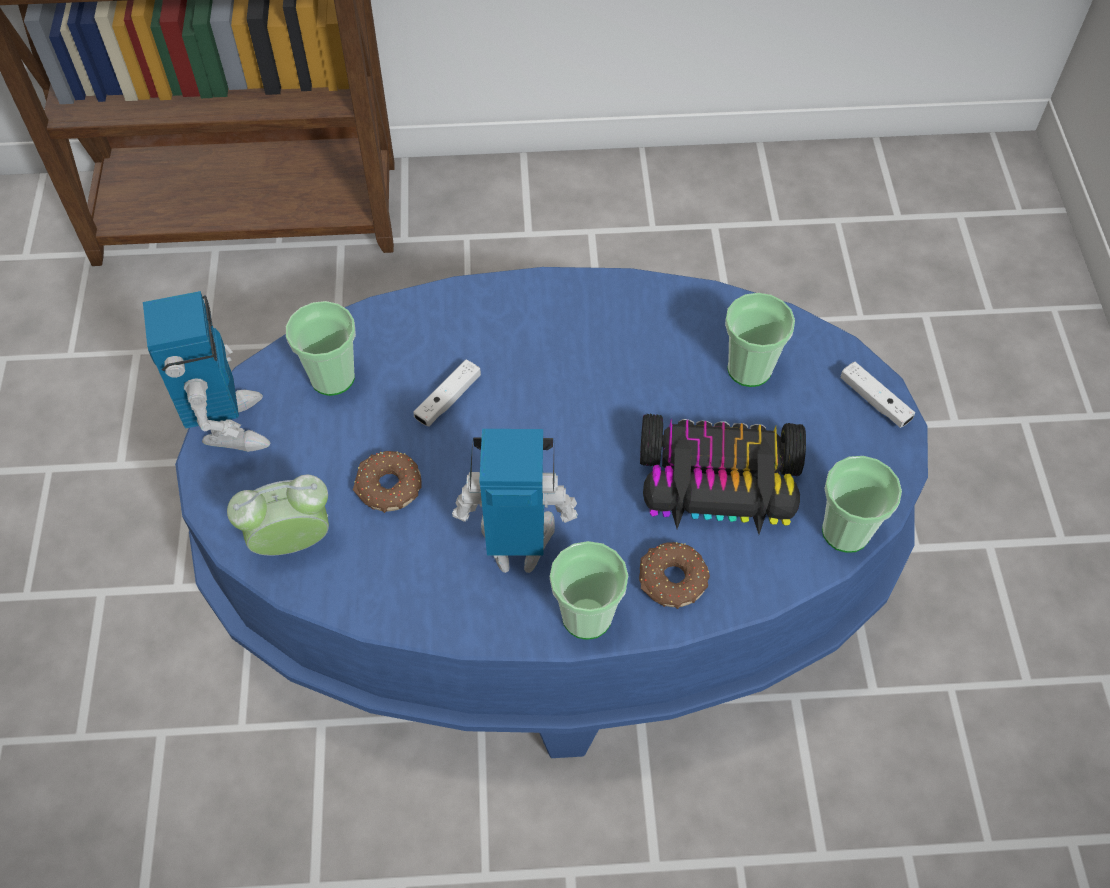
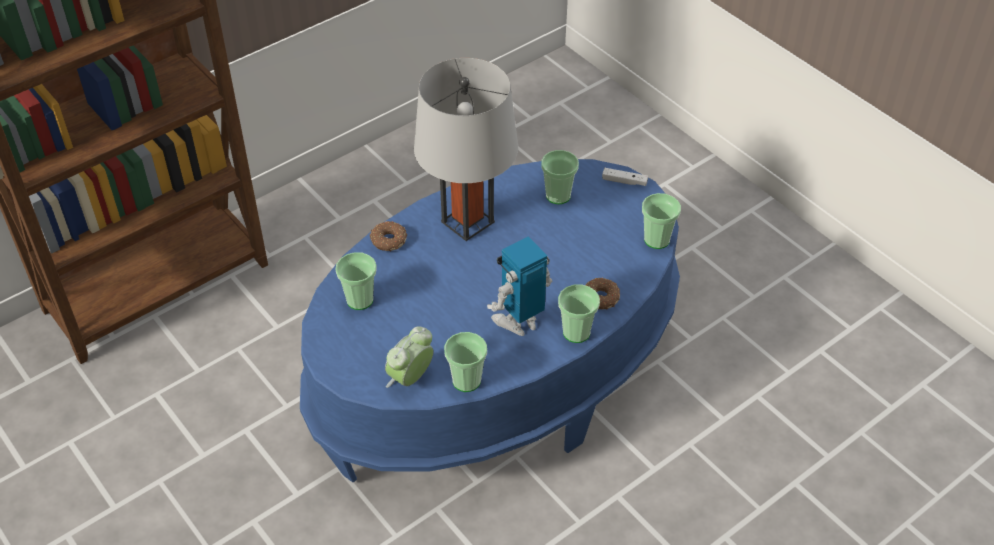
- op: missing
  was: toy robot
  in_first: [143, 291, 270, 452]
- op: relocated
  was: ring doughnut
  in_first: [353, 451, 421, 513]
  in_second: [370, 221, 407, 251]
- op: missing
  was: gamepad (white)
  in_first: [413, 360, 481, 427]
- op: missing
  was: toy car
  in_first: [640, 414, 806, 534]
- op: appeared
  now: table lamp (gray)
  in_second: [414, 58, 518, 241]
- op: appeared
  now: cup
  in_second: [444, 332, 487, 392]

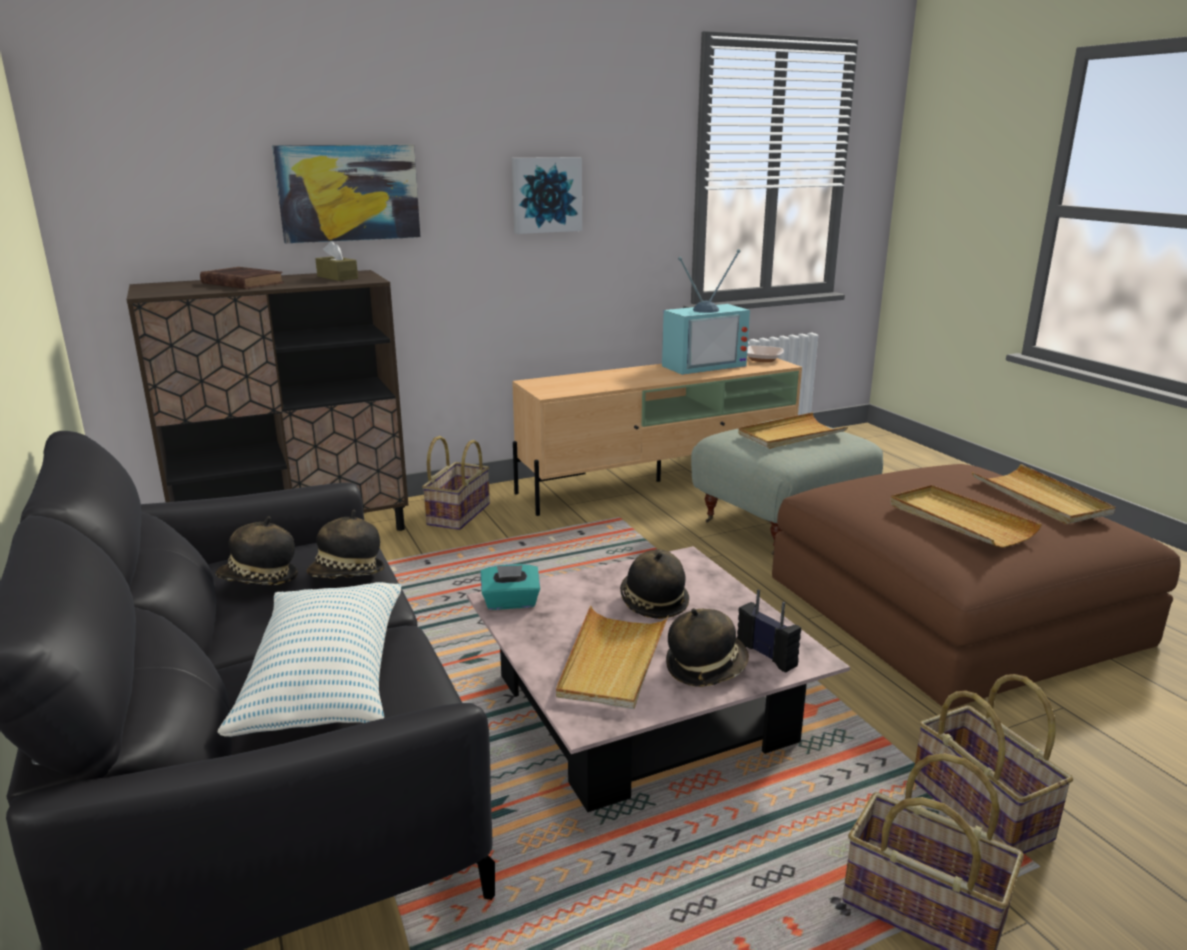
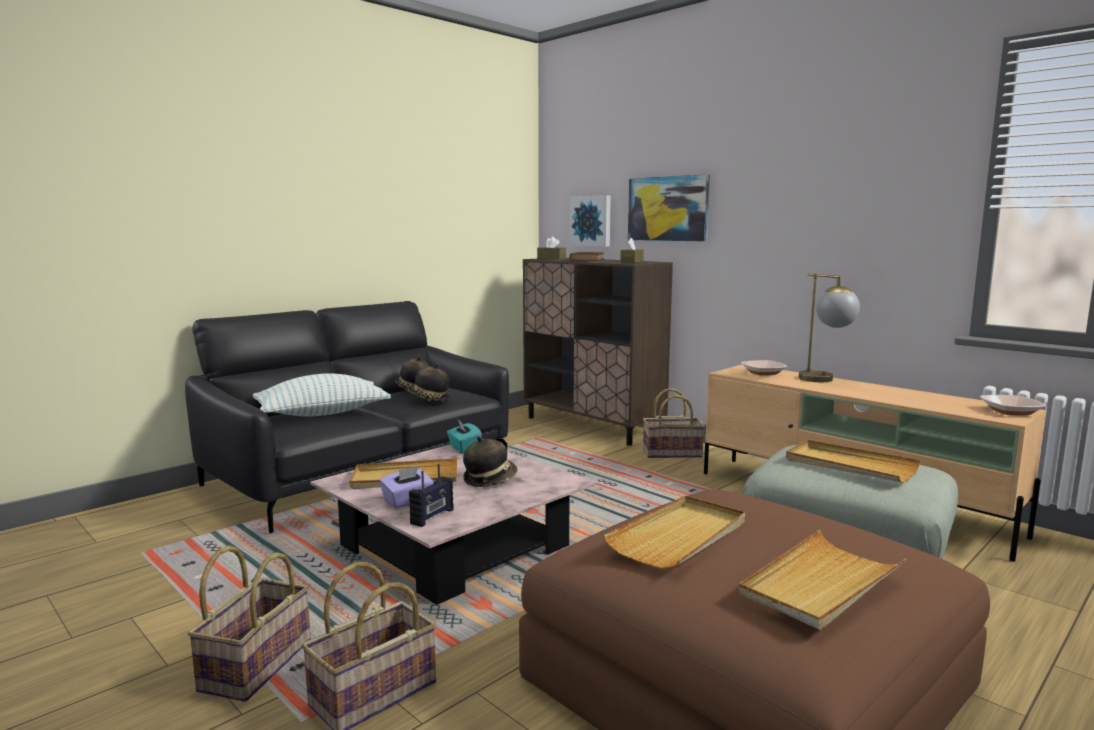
- op: relocated
  was: picture
  in_first: [512, 157, 582, 234]
  in_second: [570, 195, 611, 247]
- op: missing
  was: television
  in_first: [662, 249, 750, 375]
- op: exchanged
  was: wearable hat
  now: tissue box (purple)
  in_first: [666, 608, 749, 687]
  in_second: [380, 466, 434, 508]
- op: appeared
  now: tissue box (brownish)
  in_second: [537, 236, 566, 260]
- op: appeared
  now: deep dish
  in_second: [741, 360, 787, 376]
- op: appeared
  now: table lamp
  in_second: [799, 273, 860, 382]

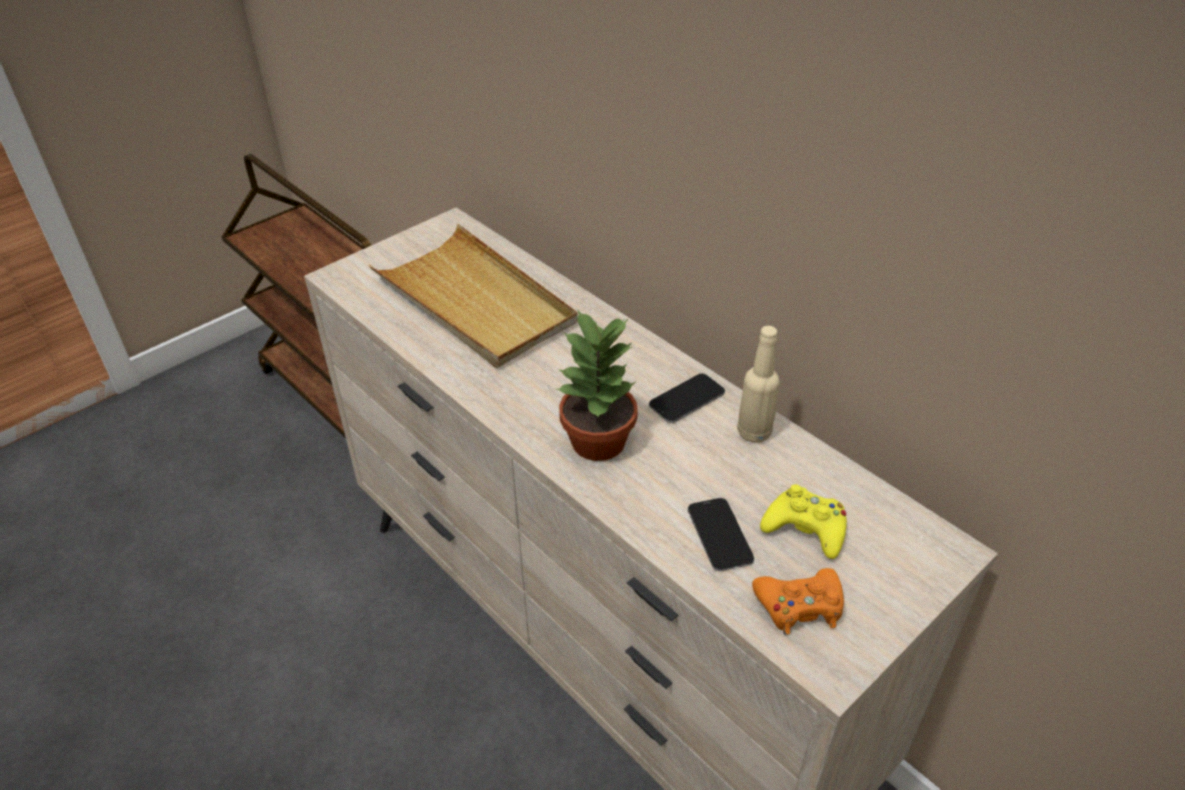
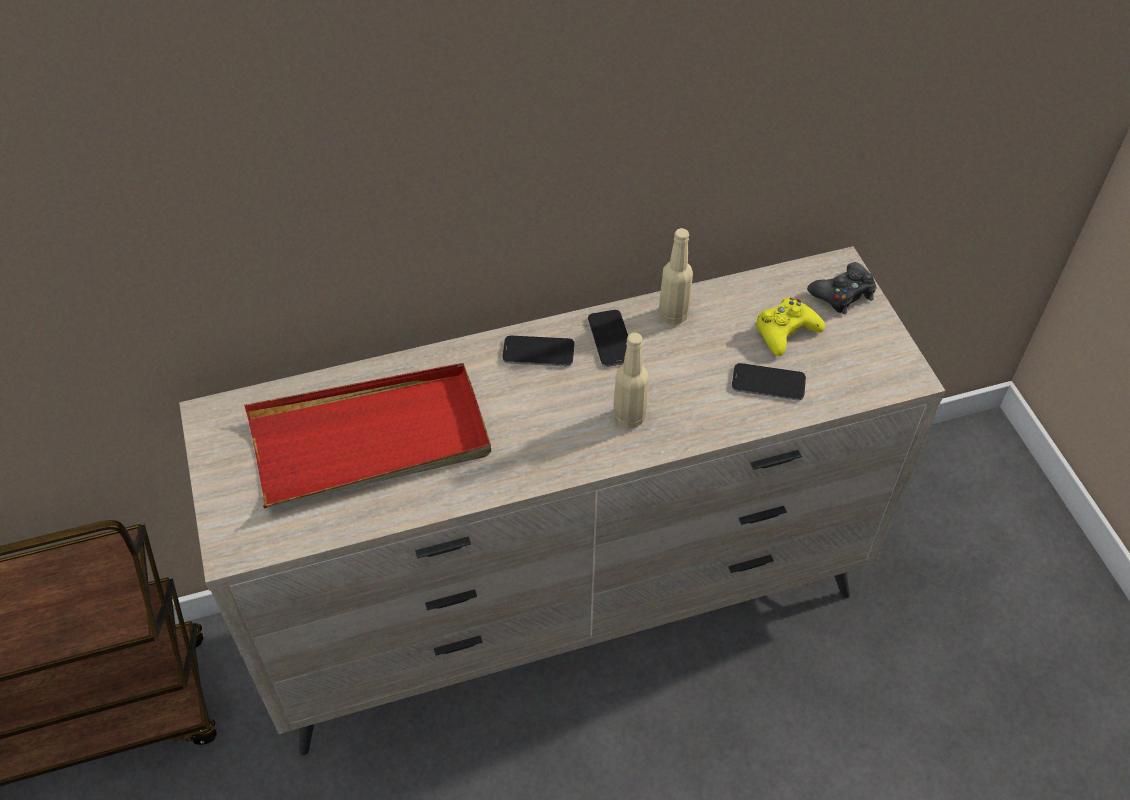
- op: colour
  was: carrying tray (beige)
  now: carrying tray (reddish)
  in_first: [369, 224, 578, 368]
  in_second: [244, 363, 491, 508]
- op: exchanged
  was: houseplant
  now: drink bottle (beige)
  in_first: [556, 310, 638, 461]
  in_second: [613, 333, 648, 428]
- op: missing
  was: gamepad (orange)
  in_first: [752, 568, 844, 635]
- op: appeared
  now: phone
  in_second: [502, 336, 574, 366]
- op: appeared
  now: gamepad (black-coloured)
  in_second: [807, 262, 876, 314]

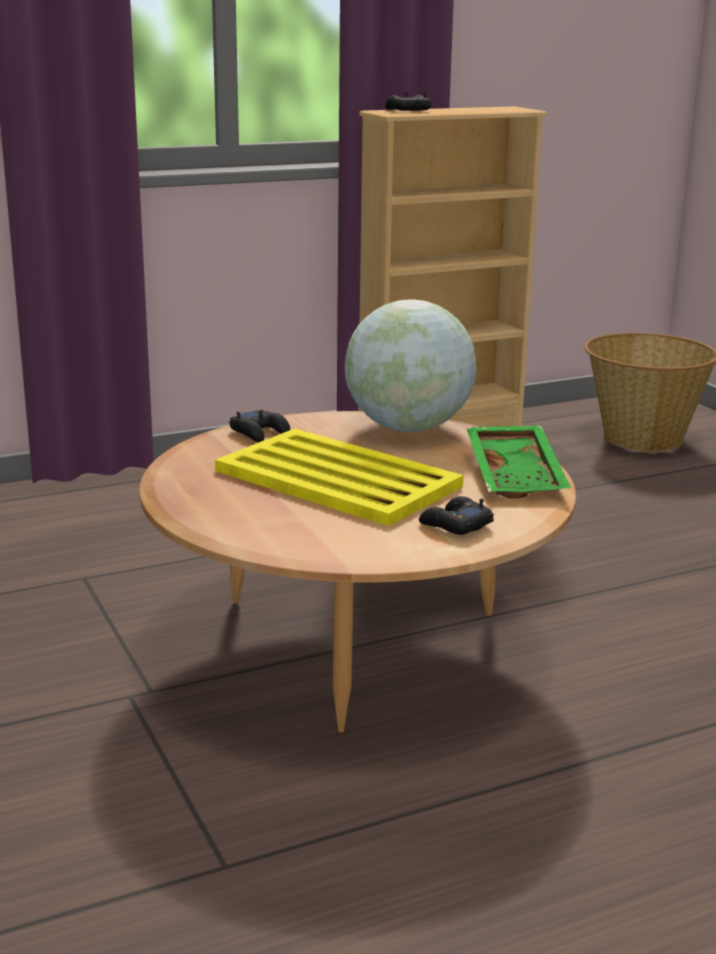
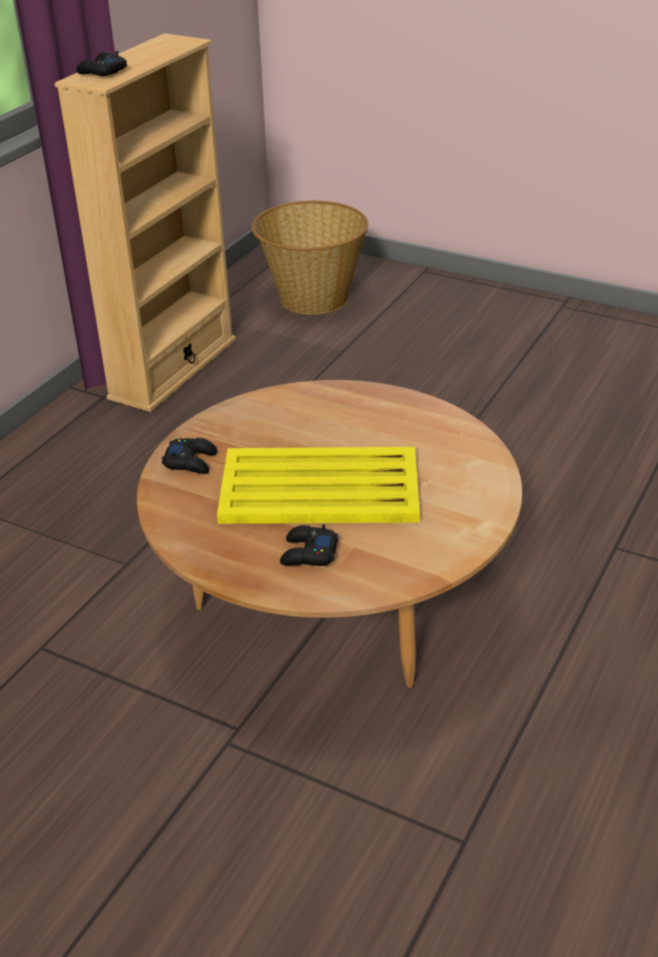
- op: missing
  was: globe
  in_first: [345, 299, 476, 432]
- op: relocated
  was: gamepad (black-coloured)
  in_first: [419, 496, 494, 535]
  in_second: [280, 524, 338, 566]
- op: missing
  was: carrying tray (greenish)
  in_first: [466, 425, 571, 499]

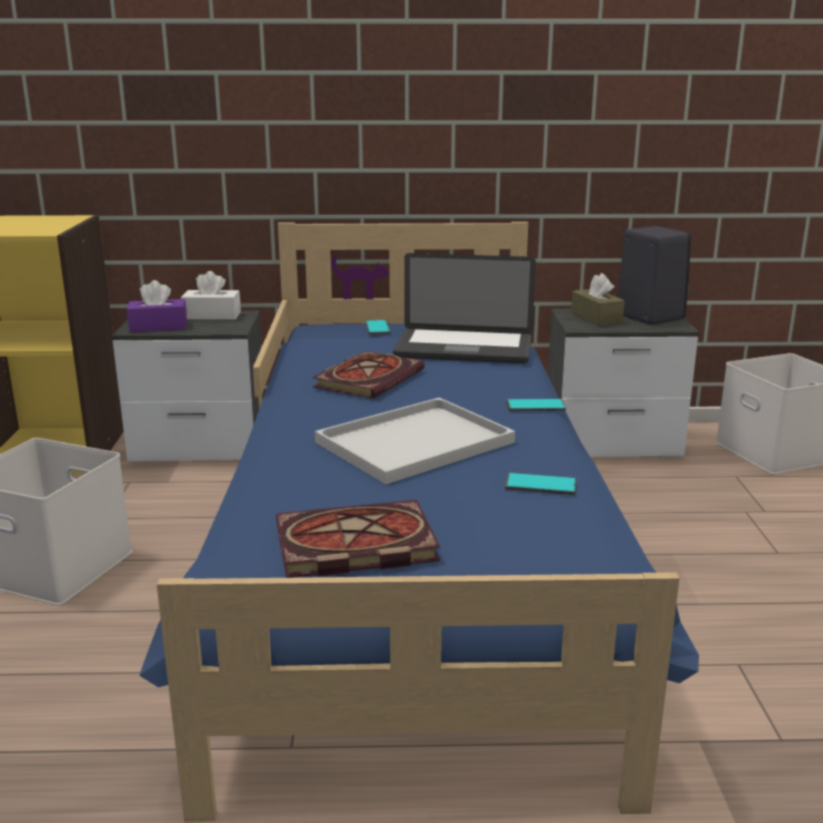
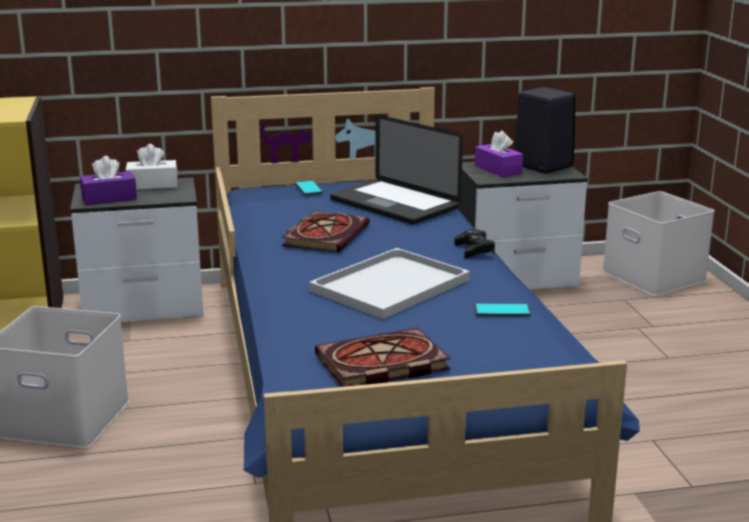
- op: spun
  was: portable computer
  in_first: [393, 253, 536, 364]
  in_second: [330, 115, 463, 224]
  clockwise: 45
- op: exchanged
  was: phone
  now: gamepad (black-coloured)
  in_first: [506, 399, 566, 411]
  in_second: [454, 229, 495, 258]
- op: colour
  was: tissue box (brownish)
  now: tissue box (purple)
  in_first: [571, 273, 625, 326]
  in_second: [475, 130, 523, 177]

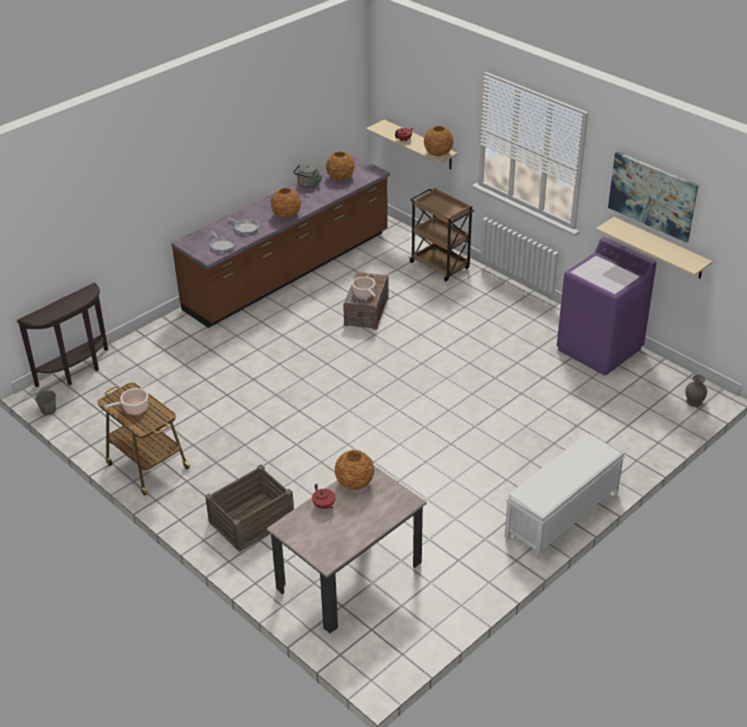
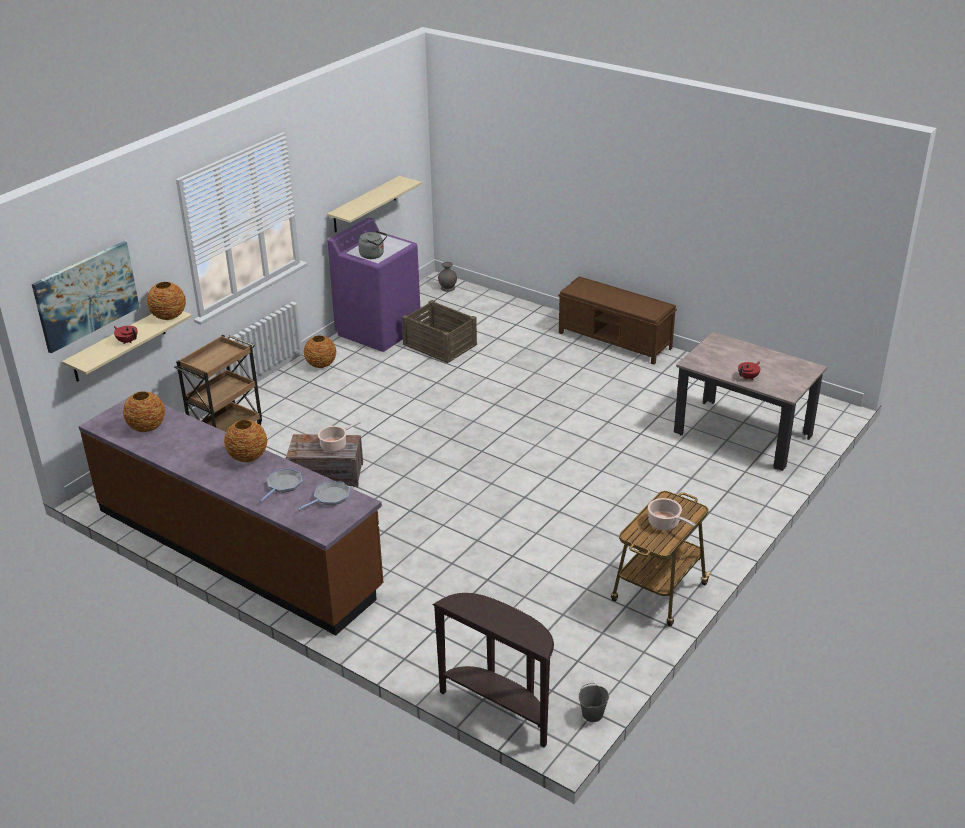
- op: relocated
  was: shipping crate
  in_first: [205, 464, 294, 552]
  in_second: [402, 300, 477, 363]
- op: relocated
  was: kettle (gray)
  in_first: [293, 164, 322, 188]
  in_second: [358, 230, 387, 259]
- op: relocated
  was: vase
  in_first: [335, 450, 374, 490]
  in_second: [304, 335, 337, 368]
- op: colour
  was: bench (white)
  now: bench (brownish)
  in_first: [504, 433, 625, 560]
  in_second: [558, 276, 677, 365]
- op: relocated
  was: picture
  in_first: [608, 152, 699, 243]
  in_second: [32, 241, 140, 353]

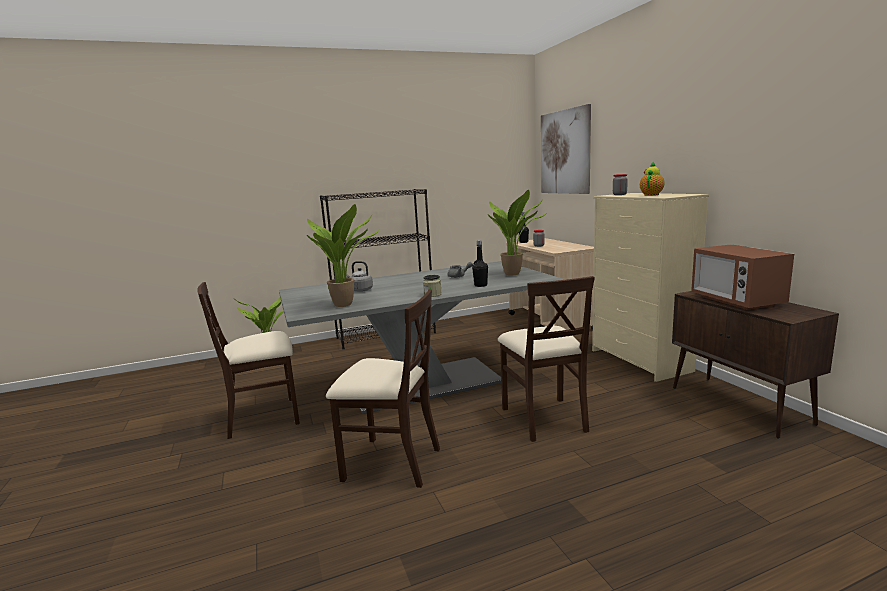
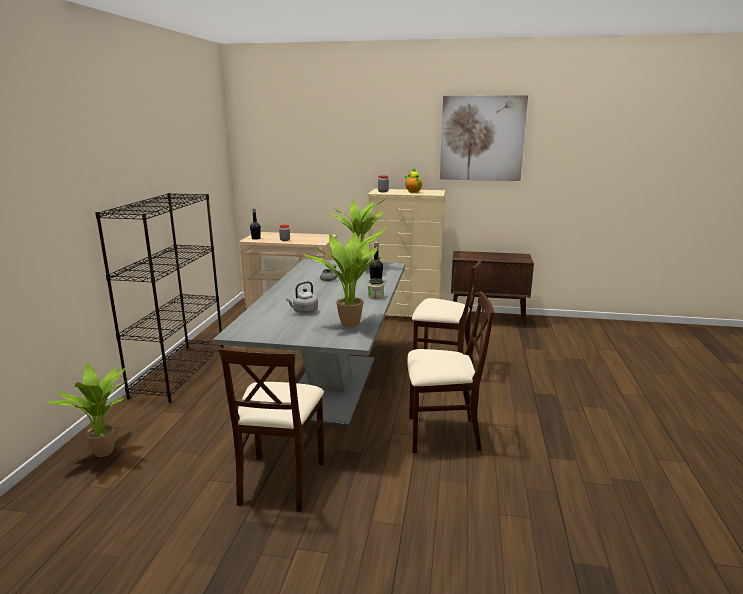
- op: spun
  was: plain chair (beige)
  in_first: [326, 289, 440, 488]
  in_second: [407, 292, 494, 453]
  clockwise: 45
- op: relocated
  was: picture
  in_first: [541, 104, 591, 194]
  in_second: [440, 95, 528, 181]
- op: missing
  was: kitchen microwave
  in_first: [691, 244, 794, 310]

